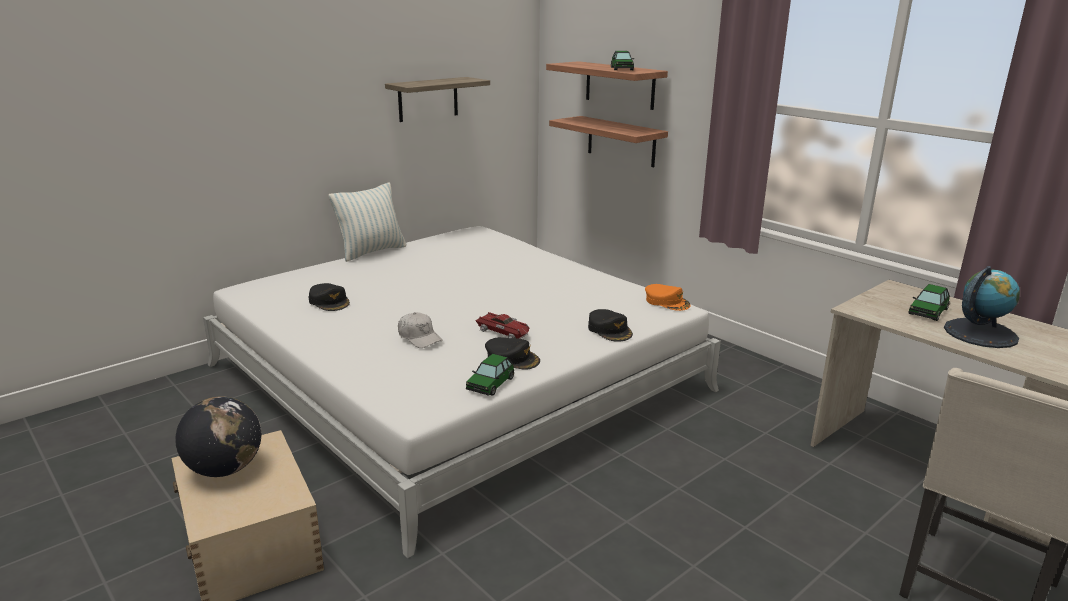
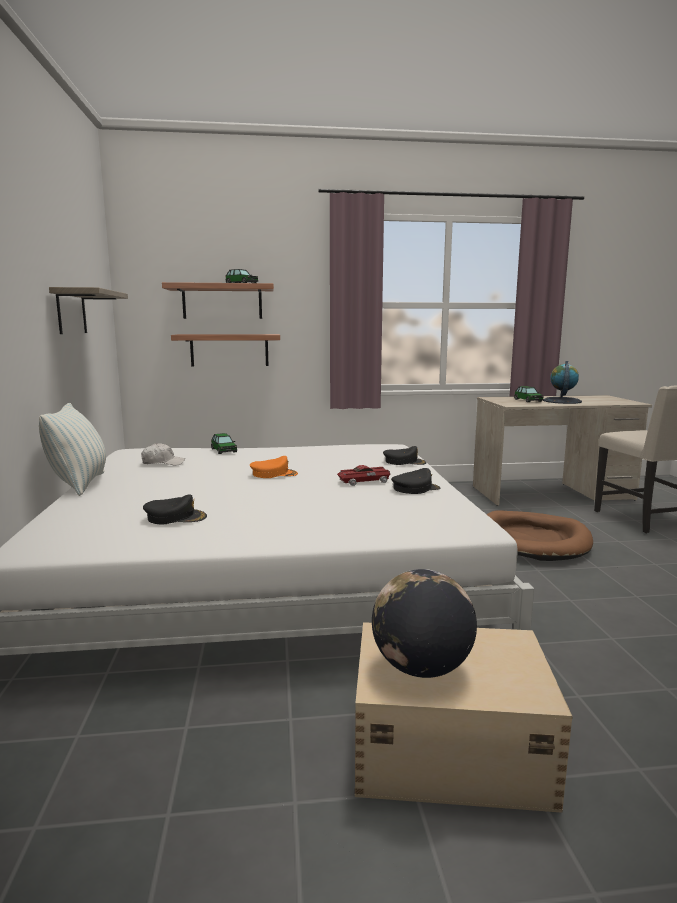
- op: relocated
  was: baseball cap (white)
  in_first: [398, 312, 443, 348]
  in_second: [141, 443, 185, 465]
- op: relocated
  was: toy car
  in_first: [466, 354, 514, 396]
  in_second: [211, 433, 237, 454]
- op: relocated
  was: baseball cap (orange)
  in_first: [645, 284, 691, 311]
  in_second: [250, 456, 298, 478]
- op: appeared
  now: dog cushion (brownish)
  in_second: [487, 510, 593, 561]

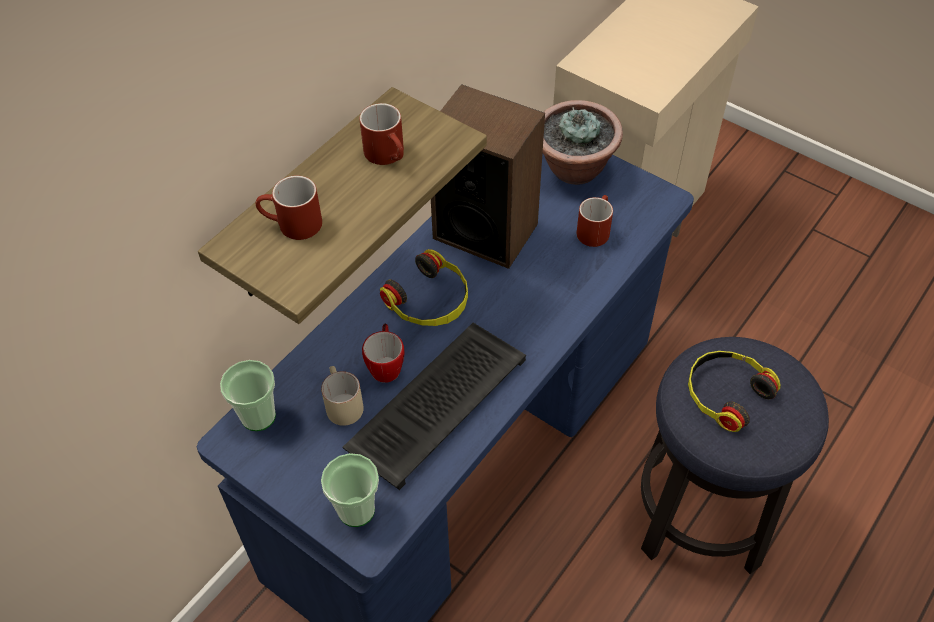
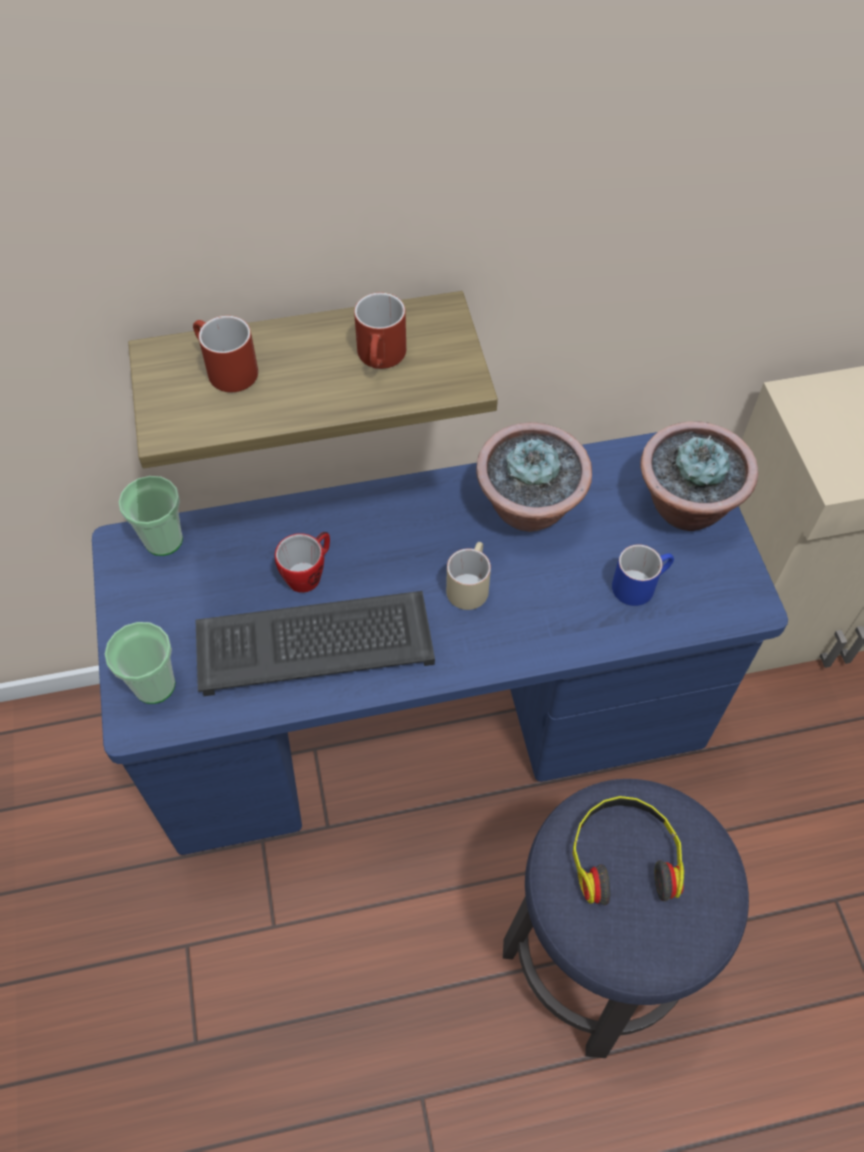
- op: relocated
  was: coffee mug (beige)
  in_first: [321, 366, 364, 426]
  in_second: [446, 542, 491, 610]
- op: missing
  was: headphones
  in_first: [380, 249, 468, 326]
- op: exchanged
  was: audio speaker
  now: houseplant
  in_first: [431, 84, 545, 269]
  in_second: [476, 422, 592, 532]
- op: colour
  was: coffee mug (reddish)
  now: coffee mug (blue)
  in_first: [577, 195, 613, 247]
  in_second: [612, 544, 674, 606]

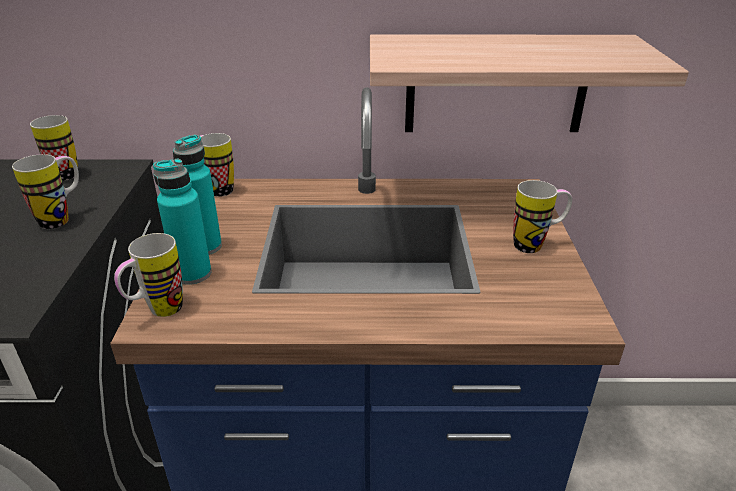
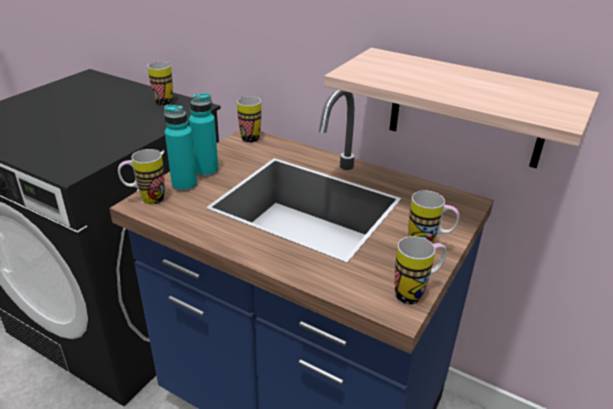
- op: relocated
  was: coffee mug
  in_first: [12, 154, 79, 229]
  in_second: [395, 236, 447, 305]

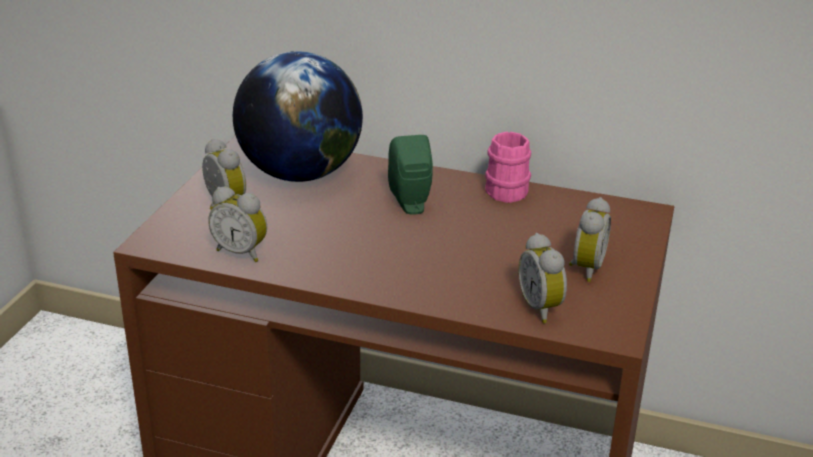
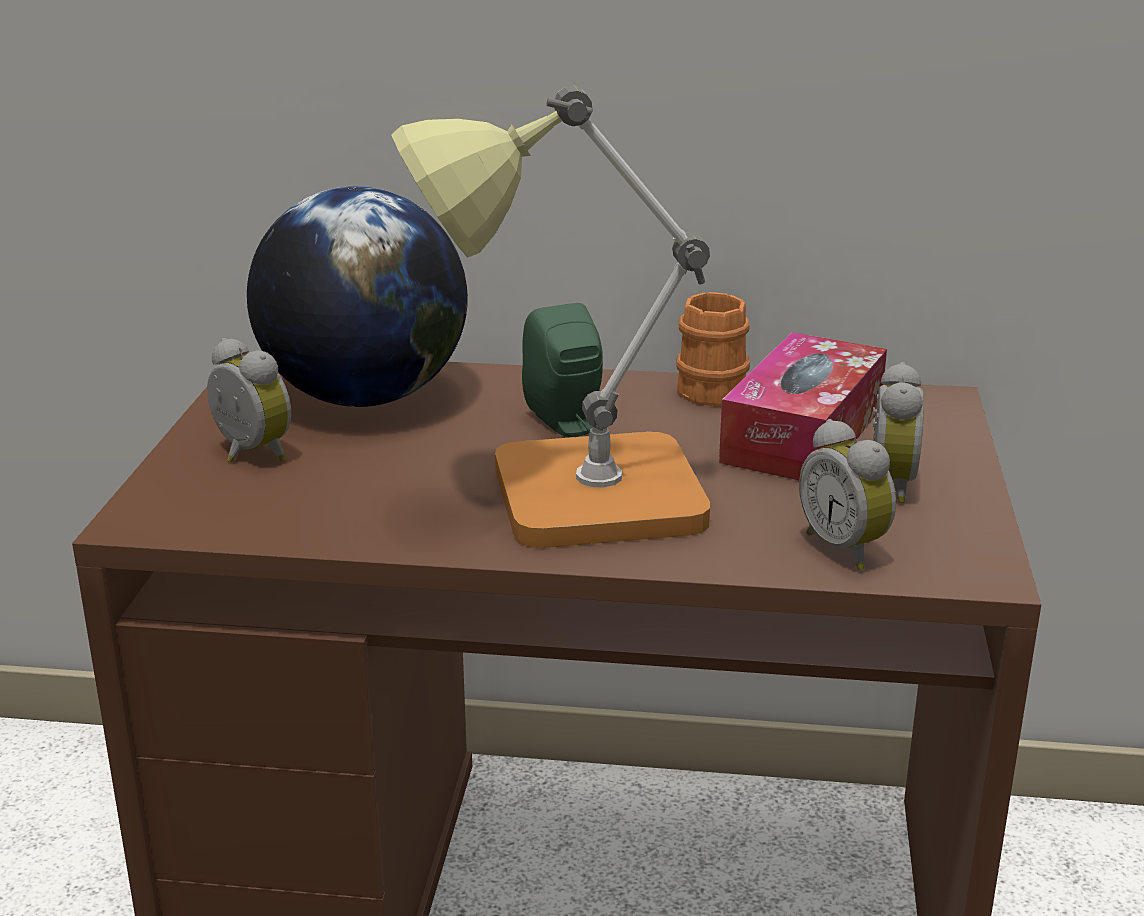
- op: missing
  was: alarm clock
  in_first: [208, 187, 267, 262]
- op: colour
  was: coffee mug (pink)
  now: coffee mug (orange)
  in_first: [485, 131, 531, 203]
  in_second: [676, 292, 750, 407]
- op: appeared
  now: table lamp
  in_second: [391, 86, 710, 548]
- op: appeared
  now: tissue box
  in_second: [719, 332, 887, 480]

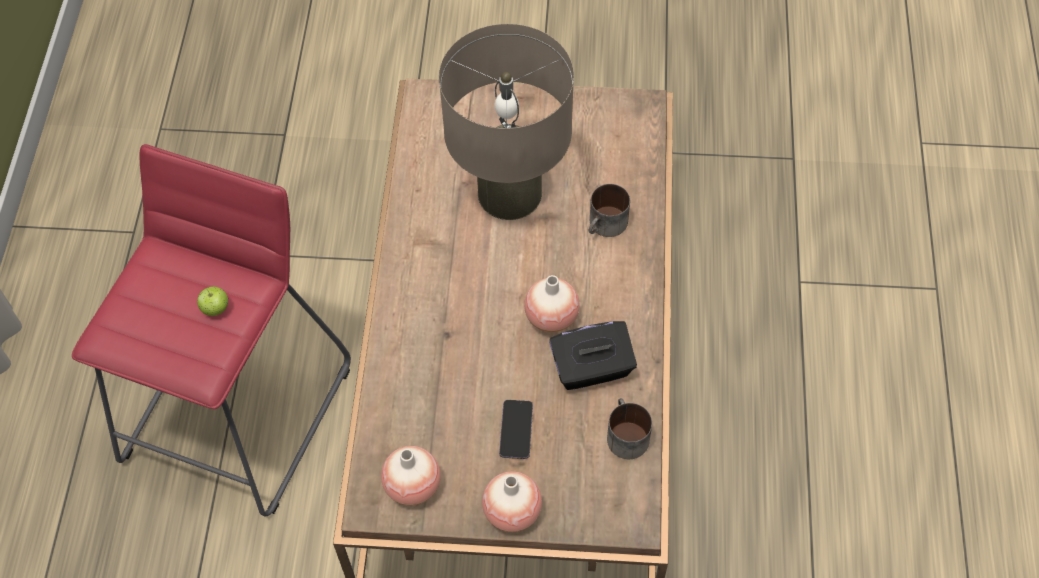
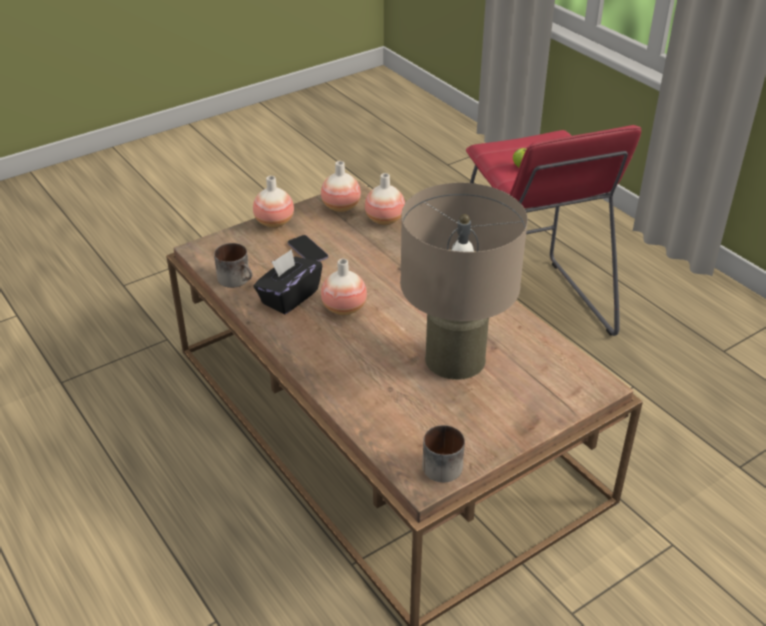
- op: relocated
  was: coffee mug
  in_first: [589, 184, 630, 237]
  in_second: [422, 425, 465, 482]
- op: appeared
  now: vase
  in_second: [365, 173, 405, 225]

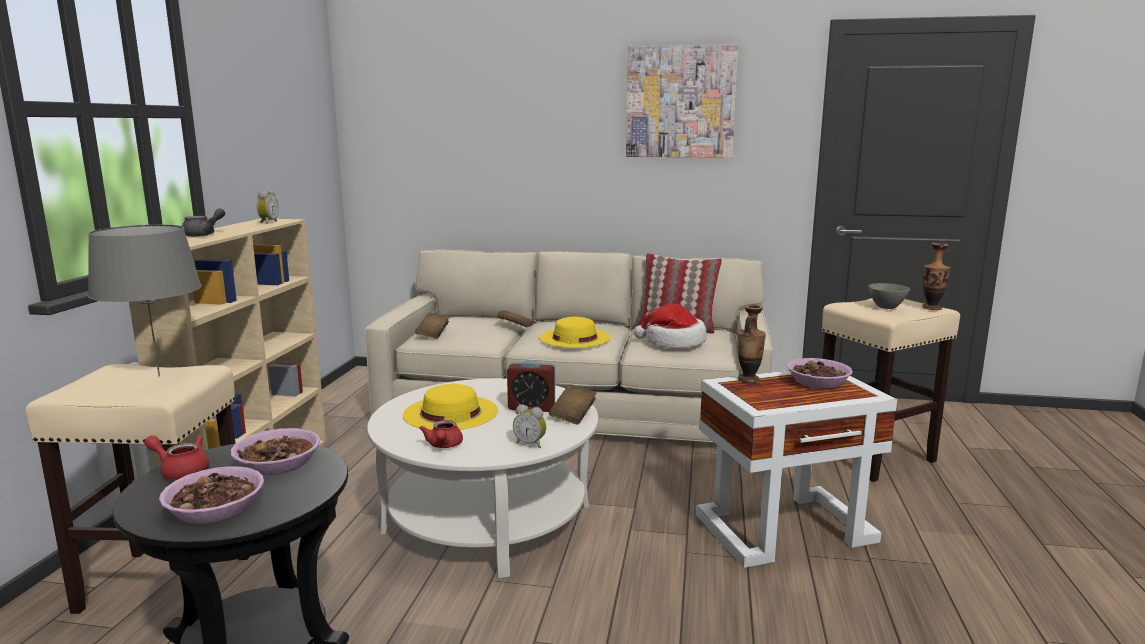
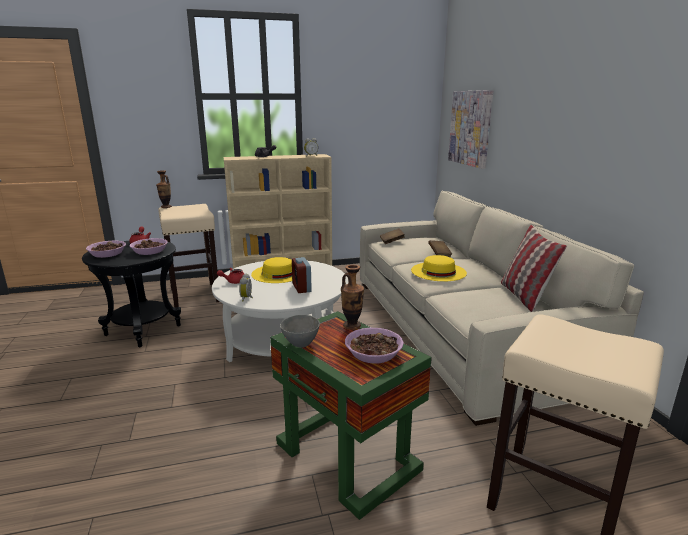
- op: missing
  was: table lamp (gray)
  in_first: [88, 225, 202, 376]
- op: missing
  was: bound book (brownish)
  in_first: [549, 384, 597, 425]
- op: relocated
  was: picture
  in_first: [626, 44, 738, 158]
  in_second: [448, 90, 493, 169]
- op: missing
  was: wearable hat
  in_first: [634, 304, 707, 348]
- op: colour
  was: end table (white)
  now: end table (greenish)
  in_first: [695, 371, 897, 568]
  in_second: [270, 311, 432, 520]
- op: relocated
  was: deep dish (gray)
  in_first: [868, 283, 910, 309]
  in_second: [280, 315, 320, 348]
- op: relocated
  was: vase
  in_first: [922, 243, 950, 310]
  in_second: [156, 170, 172, 208]

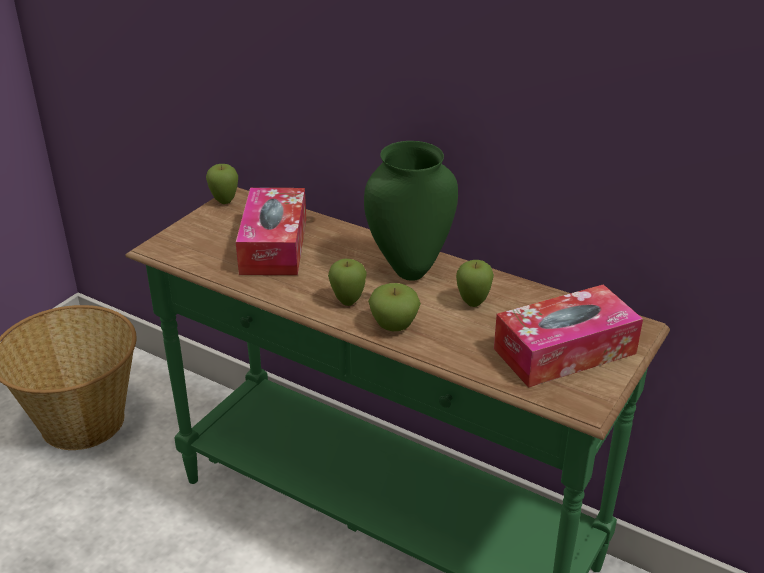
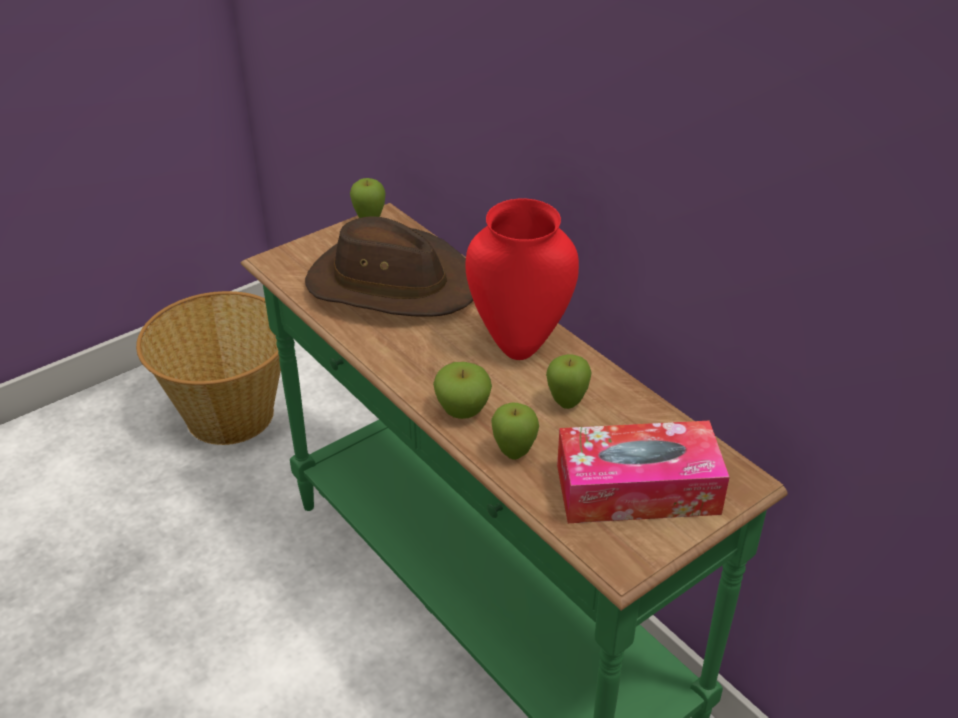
- op: exchanged
  was: tissue box
  now: wearable hat (brownish)
  in_first: [236, 188, 306, 275]
  in_second: [305, 216, 473, 317]
- op: relocated
  was: apple
  in_first: [328, 259, 367, 306]
  in_second: [491, 403, 539, 460]
- op: colour
  was: vase (greenish)
  now: vase (reddish)
  in_first: [364, 141, 458, 281]
  in_second: [466, 198, 579, 360]

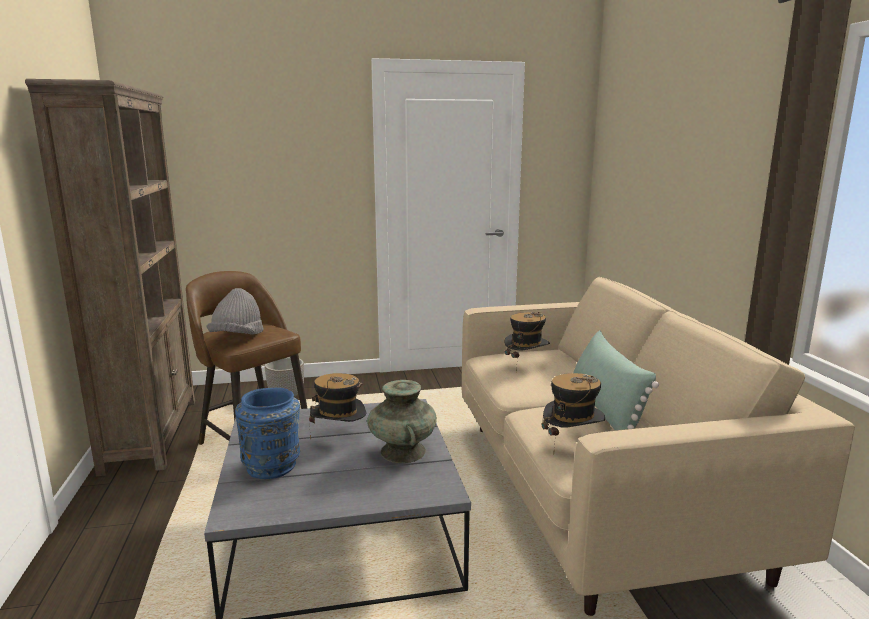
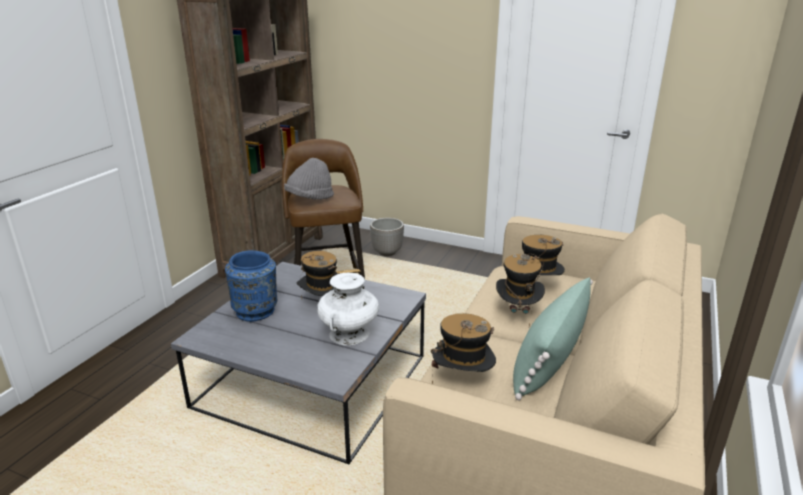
- op: colour
  was: vase (blue-green)
  now: vase (white)
  in_first: [367, 380, 437, 463]
  in_second: [317, 273, 379, 345]
- op: appeared
  now: wearable hat
  in_second: [496, 254, 545, 327]

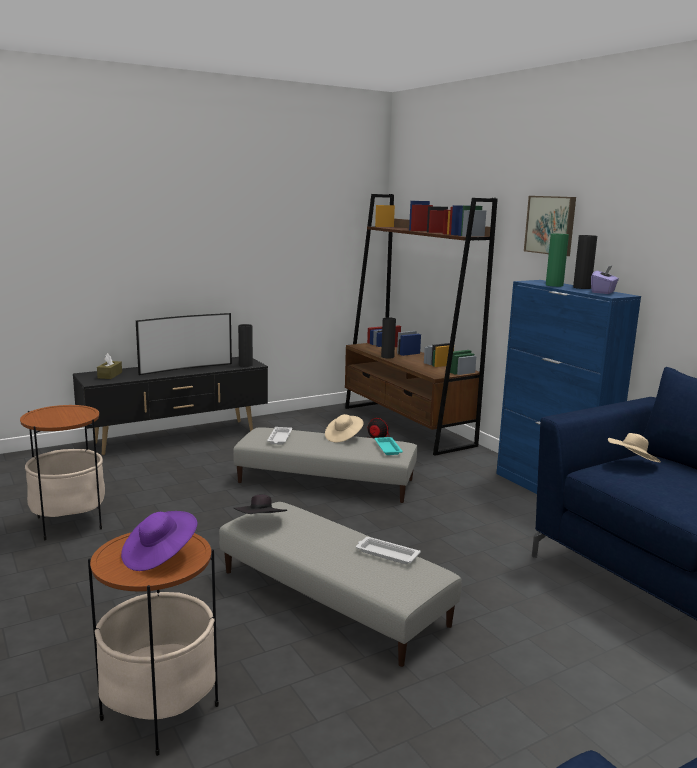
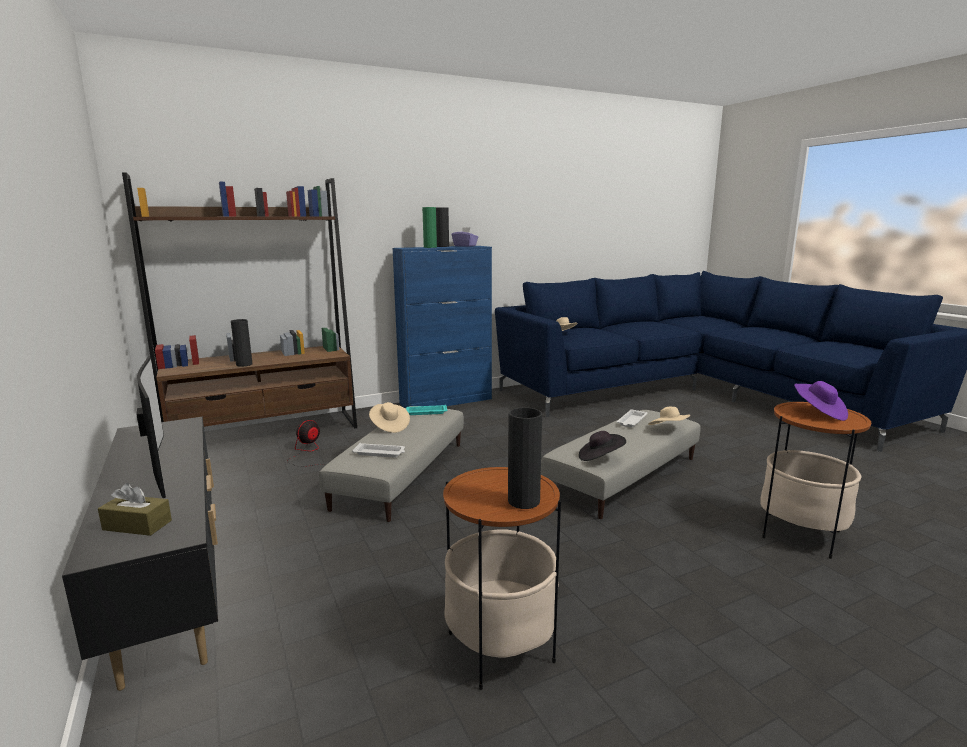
- op: relocated
  was: vase (black-coloured)
  in_first: [238, 324, 253, 367]
  in_second: [508, 407, 542, 509]
- op: missing
  was: picture
  in_first: [524, 196, 576, 256]
- op: appeared
  now: wearable hat (beige)
  in_second: [648, 407, 690, 425]

